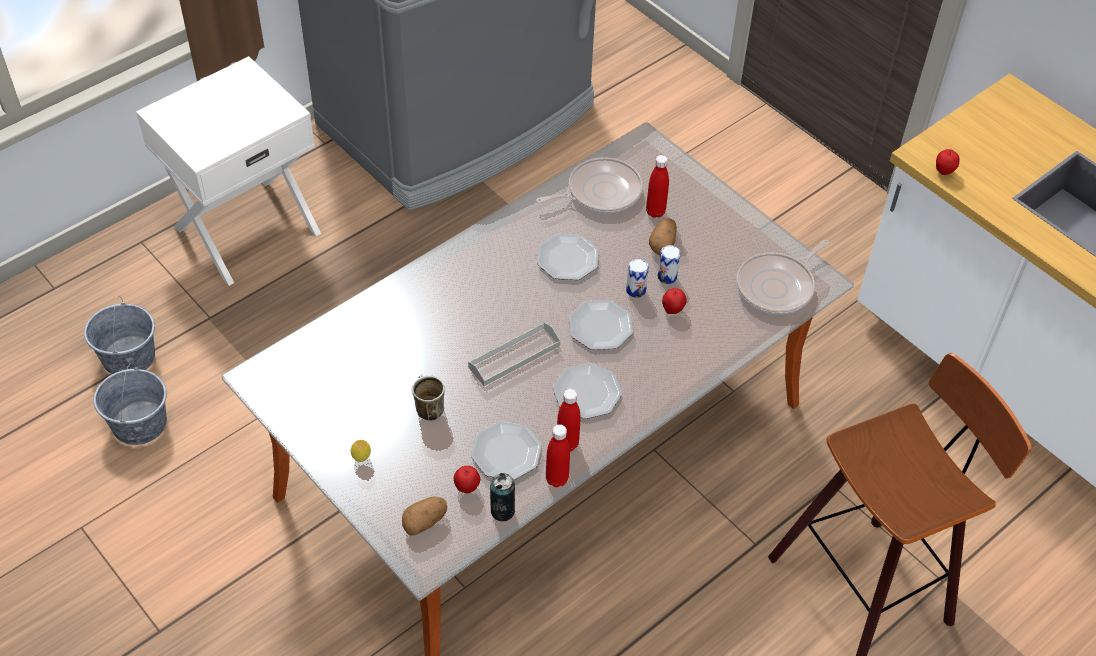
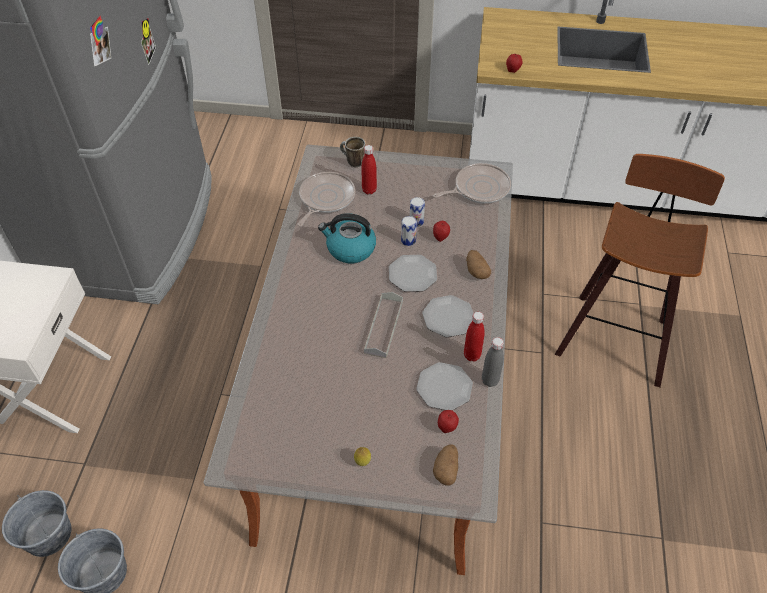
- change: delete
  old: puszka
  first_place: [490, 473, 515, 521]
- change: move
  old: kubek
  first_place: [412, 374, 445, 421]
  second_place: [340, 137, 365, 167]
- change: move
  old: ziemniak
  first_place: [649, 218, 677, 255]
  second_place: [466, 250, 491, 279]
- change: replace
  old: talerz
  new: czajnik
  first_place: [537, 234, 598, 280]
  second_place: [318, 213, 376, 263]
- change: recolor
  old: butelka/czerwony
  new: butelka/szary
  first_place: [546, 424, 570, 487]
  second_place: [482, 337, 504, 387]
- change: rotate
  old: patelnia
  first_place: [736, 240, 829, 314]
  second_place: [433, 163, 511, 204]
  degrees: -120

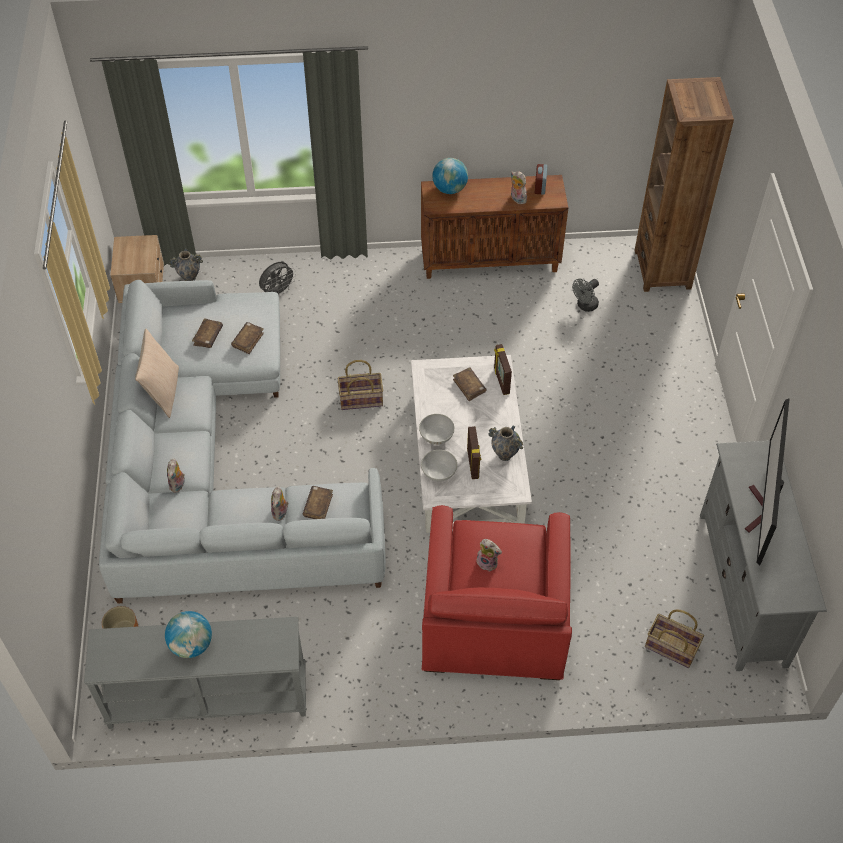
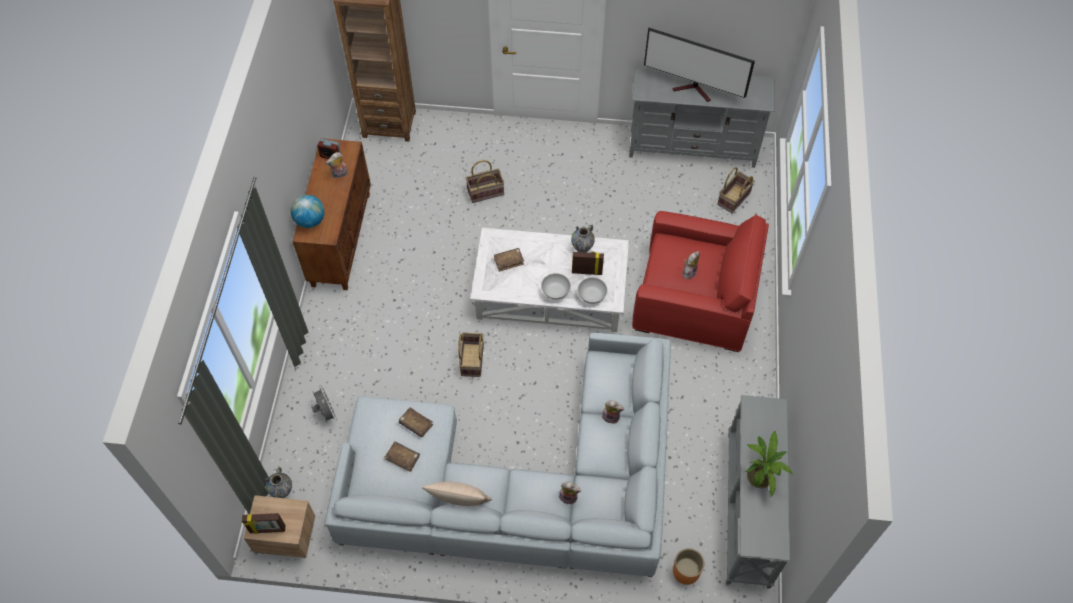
- change: delete
  old: książka/brązowy
  first_place: [302, 486, 333, 519]
- change: delete
  old: wentylator/szary
  first_place: [572, 279, 599, 312]
- change: insert
  new: koszyk
  second_place: [466, 160, 504, 203]
- change: move
  old: ramka na zdjęcie
  first_place: [494, 344, 512, 395]
  second_place: [242, 513, 286, 534]
- change: replace
  old: globus
  new: roślina doniczkowa
  first_place: [165, 611, 212, 658]
  second_place: [745, 431, 793, 497]

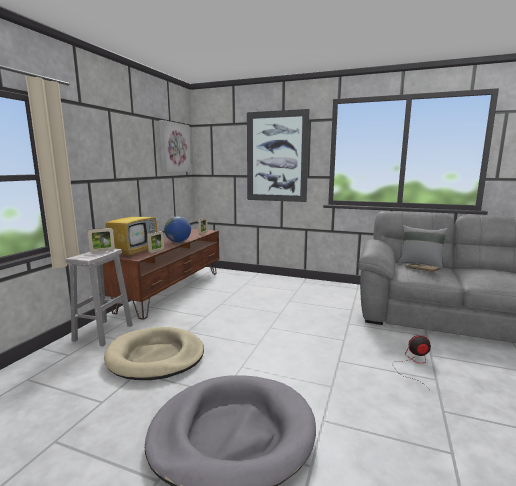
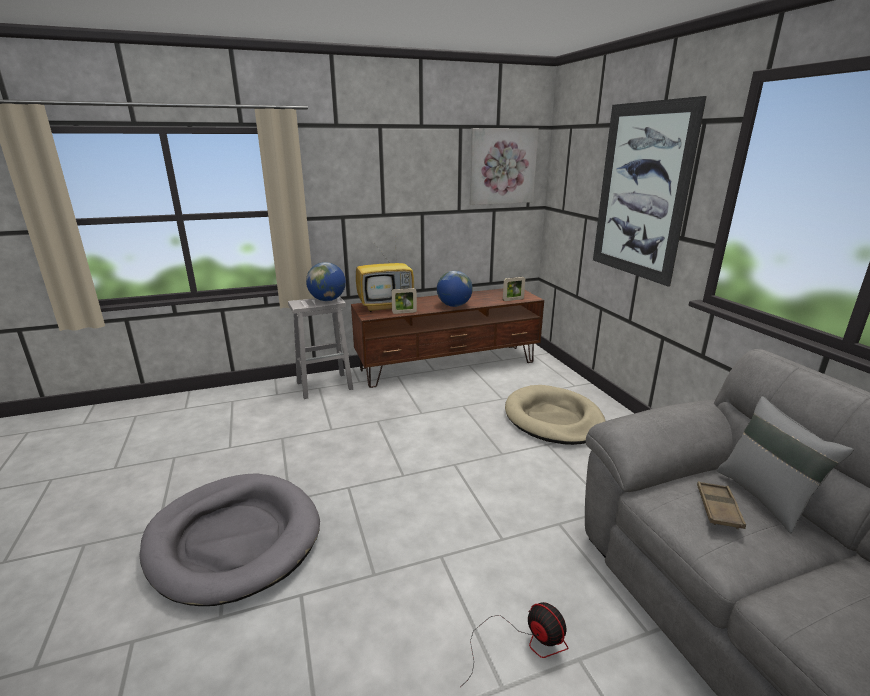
- change: move
  old: legowisko/beżowy
  first_place: [104, 327, 204, 380]
  second_place: [505, 385, 606, 445]
- change: replace
  old: ramka na zdjęcie
  new: globus
  first_place: [88, 228, 115, 252]
  second_place: [306, 262, 346, 301]

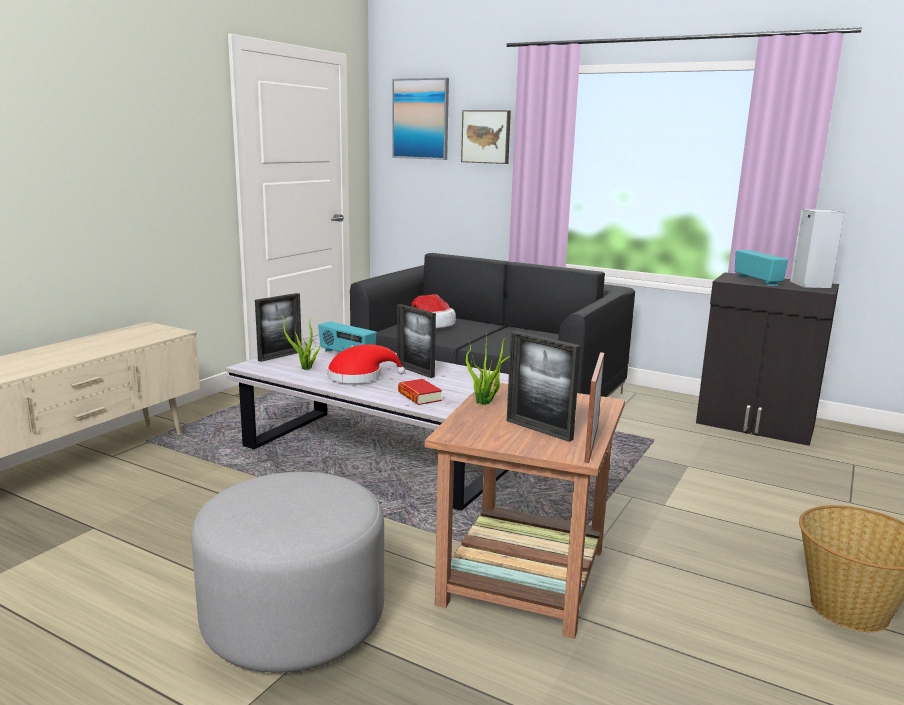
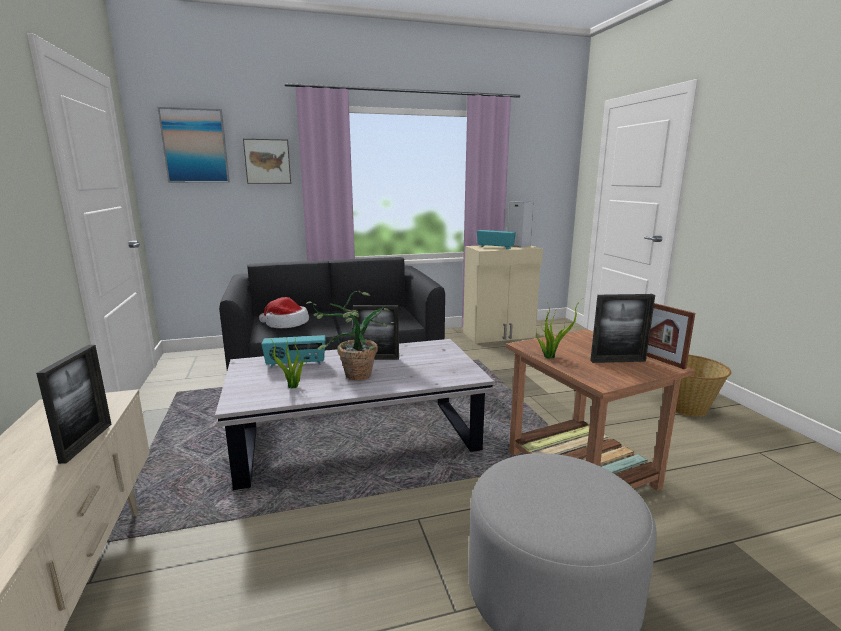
- change: delete
  old: książka
  first_place: [398, 379, 442, 405]
- change: move
  old: ramka na zdjęcie
  first_place: [255, 293, 302, 362]
  second_place: [36, 345, 112, 464]
- change: replace
  old: kapelusz/czerwony
  new: roślina doniczkowa
  first_place: [327, 344, 405, 383]
  second_place: [306, 291, 394, 381]
- change: recolor
  old: szafka/czarny
  new: szafka/beżowy
  first_place: [696, 272, 839, 446]
  second_place: [463, 245, 543, 343]

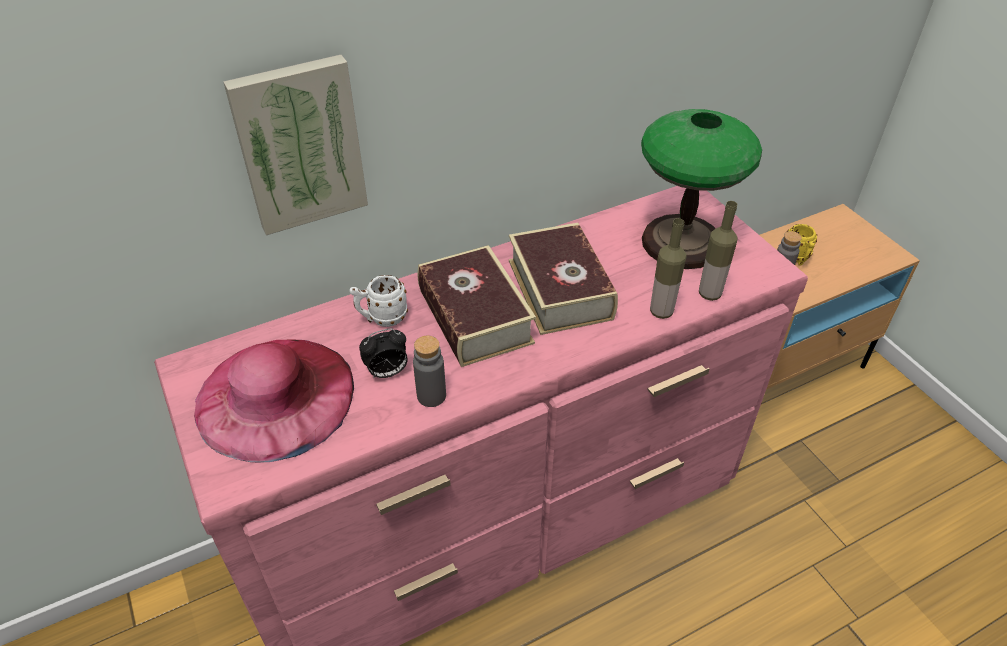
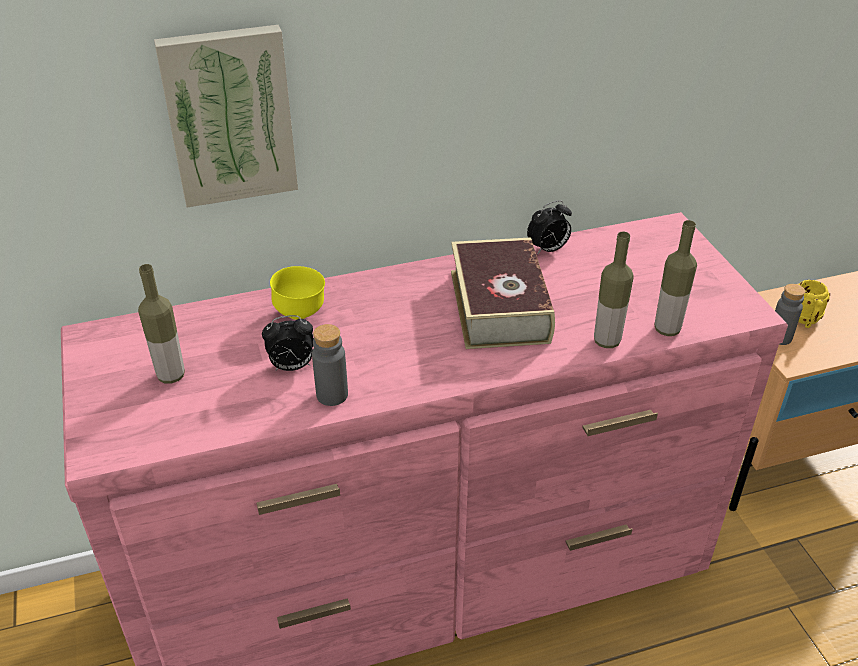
- change: delete
  old: książka
  first_place: [417, 245, 536, 367]
- change: delete
  old: lampa stołowa
  first_place: [641, 109, 762, 269]
- change: insert
  new: budzik
  second_place: [527, 200, 572, 255]
- change: replace
  old: kapelusz/różowy
  new: butelka
  first_place: [194, 339, 354, 463]
  second_place: [138, 264, 185, 383]
- change: replace
  old: kubek/biały
  new: miska/żółty
  first_place: [349, 275, 408, 327]
  second_place: [270, 266, 325, 320]

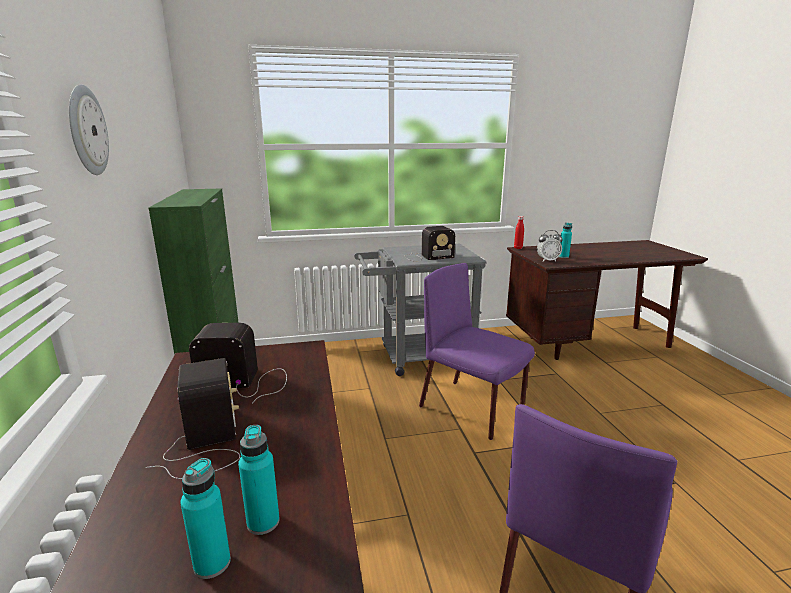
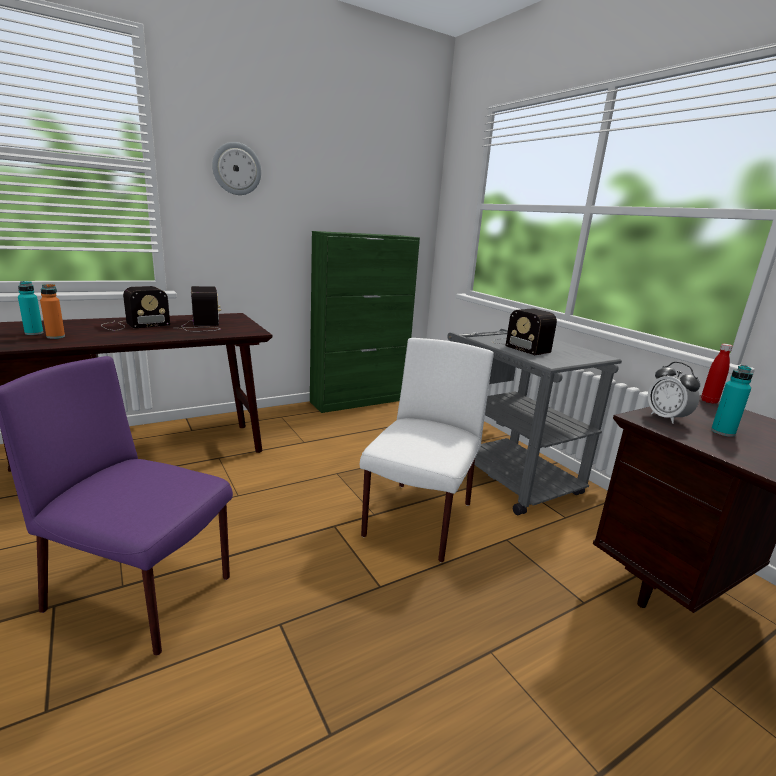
- change: recolor
  old: butelka/turkusowy
  new: butelka/pomarańczowy
  first_place: [238, 425, 280, 535]
  second_place: [40, 284, 65, 339]
- change: recolor
  old: krzesło/fioletowy
  new: krzesło/biały
  first_place: [419, 263, 535, 440]
  second_place: [360, 338, 494, 563]

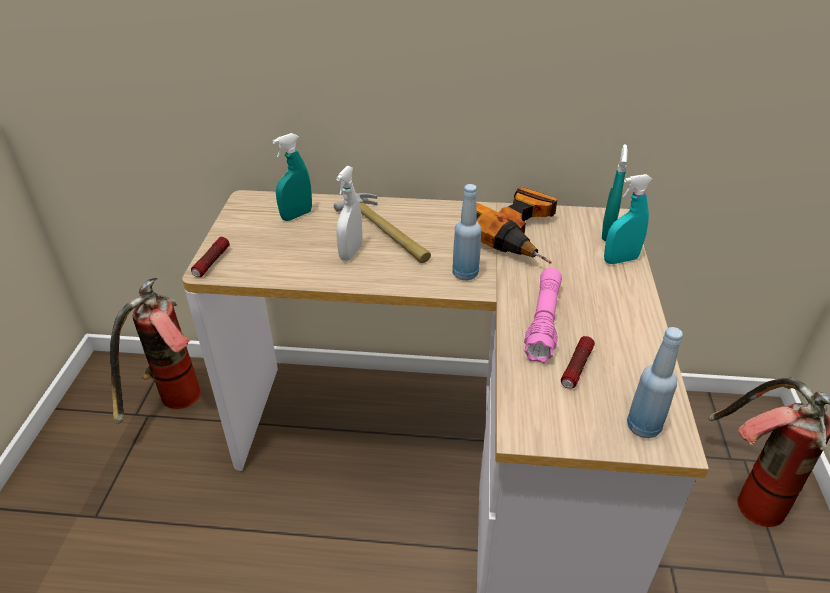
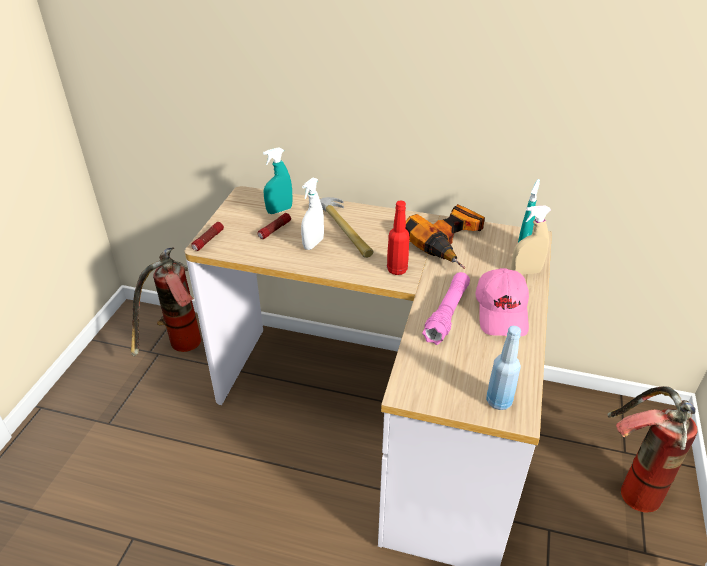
- change: insert
  new: czapka z daszkiem/różowy
  second_place: [475, 268, 529, 336]
- change: move
  old: latarka
  first_place: [561, 336, 595, 389]
  second_place: [258, 213, 291, 239]
- change: recolor
  old: butelka/niebieski
  new: butelka/czerwony
  first_place: [452, 184, 482, 281]
  second_place: [387, 201, 410, 275]
- change: recolor
  old: spryskiwacz/turkusowy
  new: spryskiwacz/beżowy
  first_place: [604, 174, 653, 264]
  second_place: [511, 205, 551, 274]

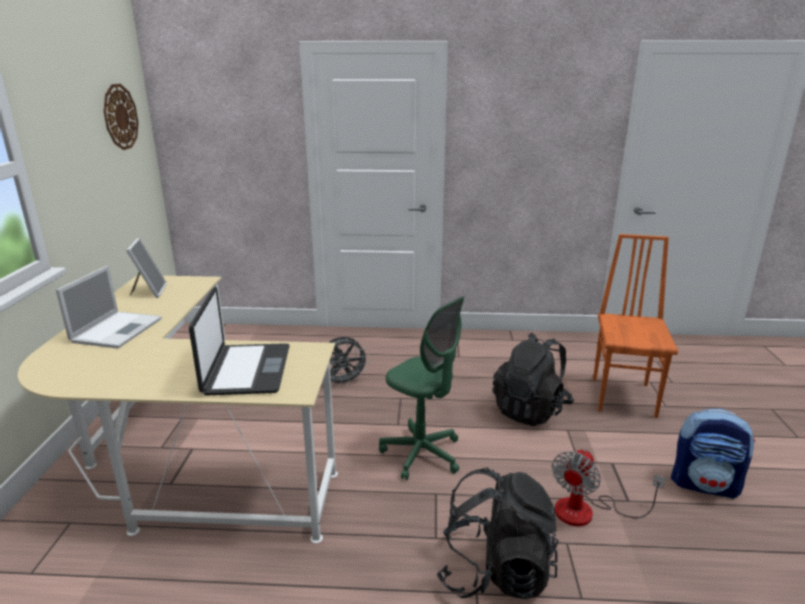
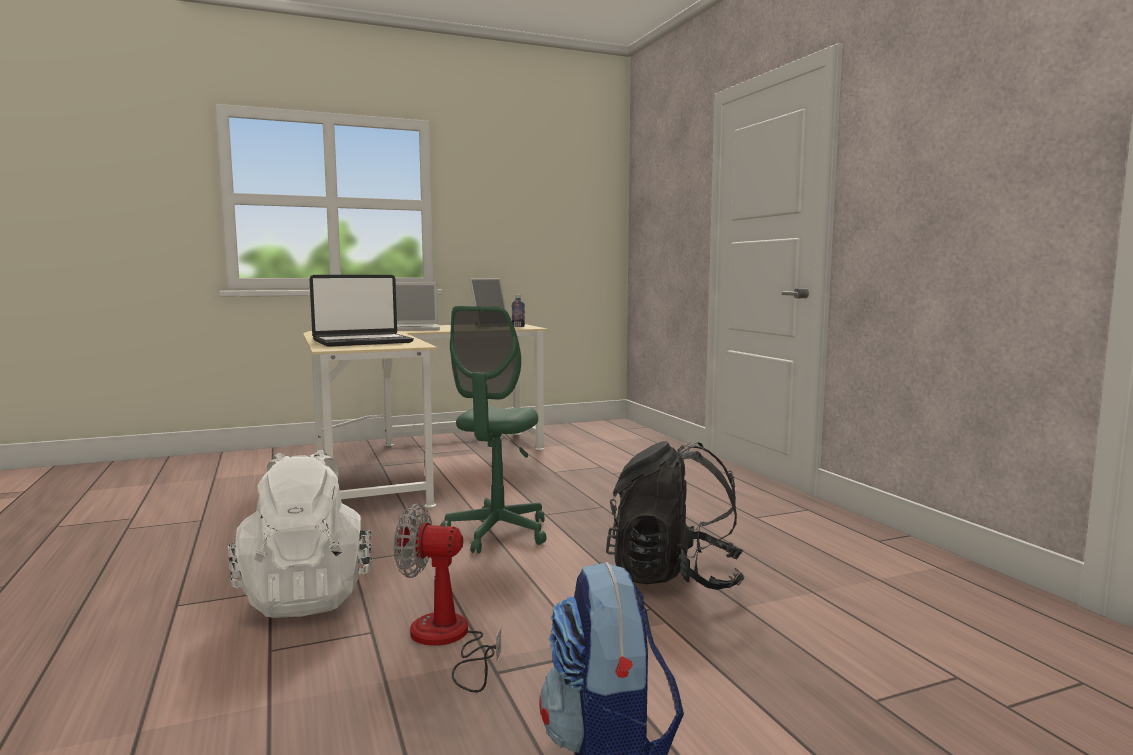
- change: delete
  old: zegar ścienny
  first_place: [104, 84, 139, 150]
- change: delete
  old: wentylator/szary
  first_place: [328, 337, 369, 387]
- change: delete
  old: krzesło/pomarańczowy
  first_place: [593, 234, 678, 418]
- change: insert
  new: butelka
  second_place: [511, 295, 525, 327]
- change: recolor
  old: plecak/czarny
  new: plecak/biały
  first_place: [437, 468, 559, 599]
  second_place: [228, 450, 372, 618]

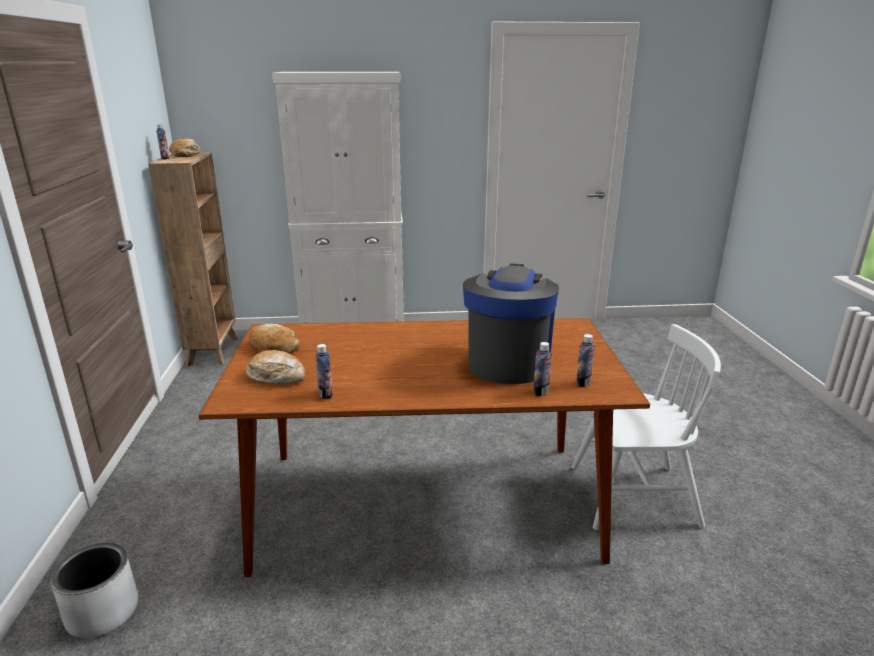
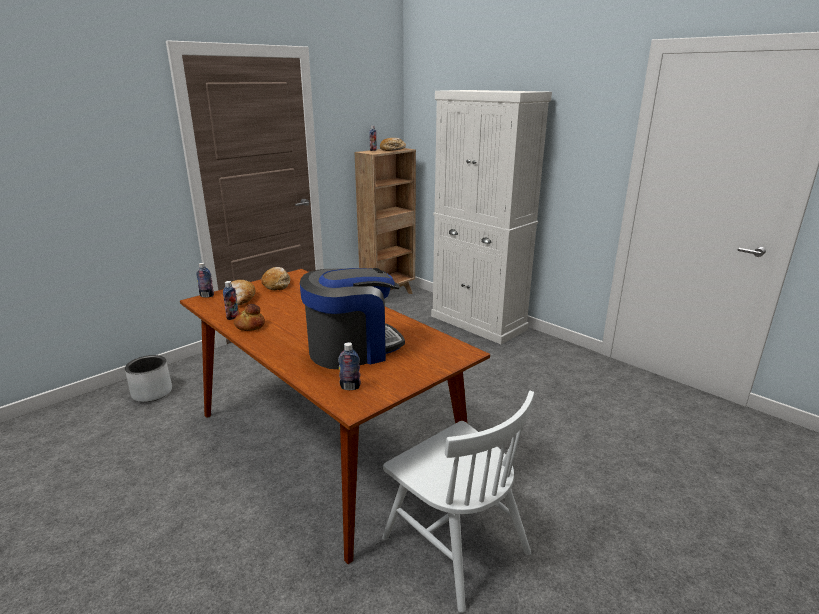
- change: insert
  new: chleb
  second_place: [234, 304, 265, 331]
- change: move
  old: butelka
  first_place: [533, 342, 552, 396]
  second_place: [196, 263, 214, 297]

